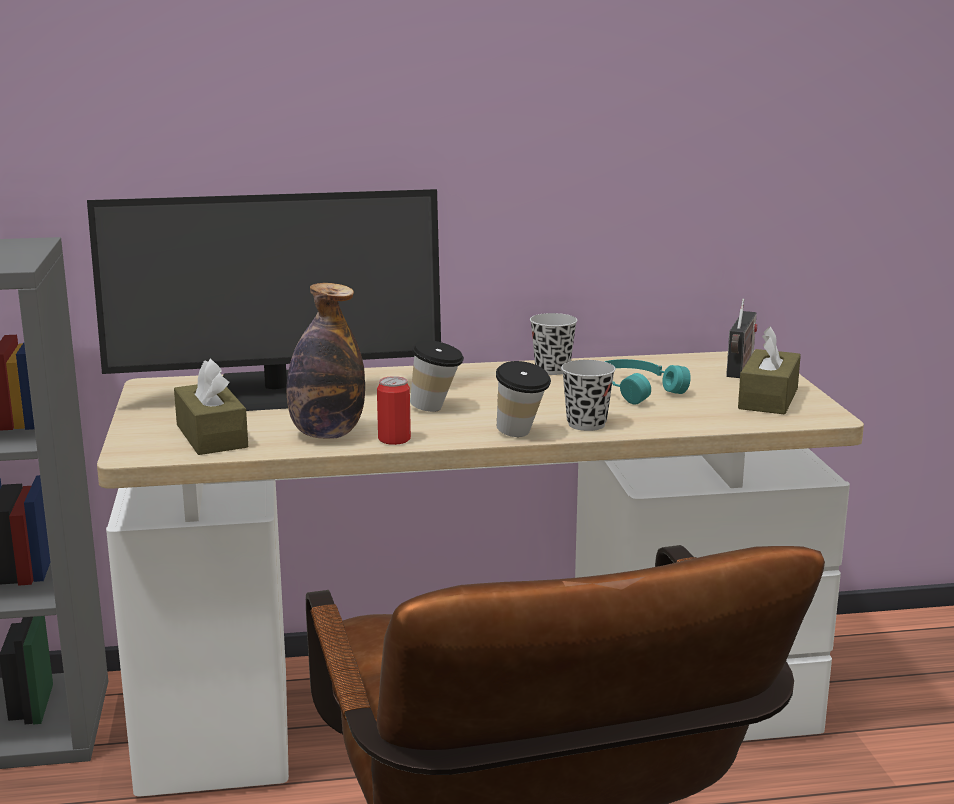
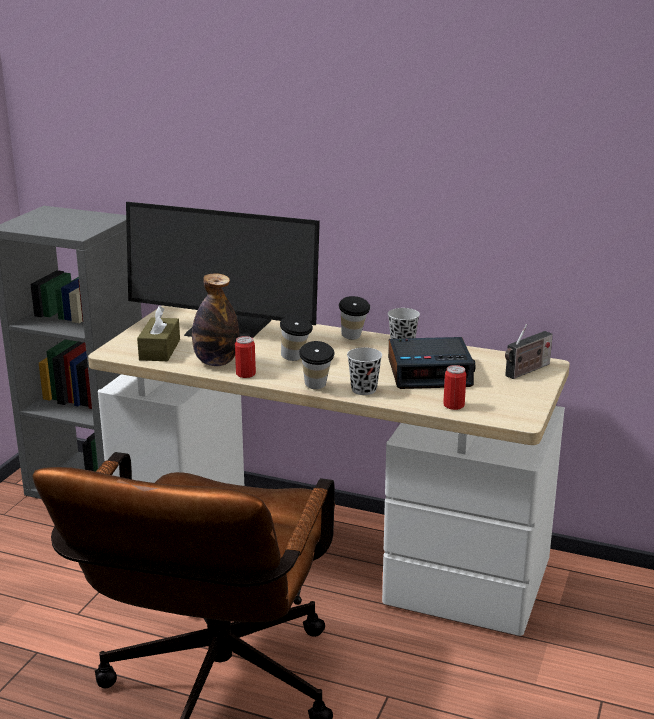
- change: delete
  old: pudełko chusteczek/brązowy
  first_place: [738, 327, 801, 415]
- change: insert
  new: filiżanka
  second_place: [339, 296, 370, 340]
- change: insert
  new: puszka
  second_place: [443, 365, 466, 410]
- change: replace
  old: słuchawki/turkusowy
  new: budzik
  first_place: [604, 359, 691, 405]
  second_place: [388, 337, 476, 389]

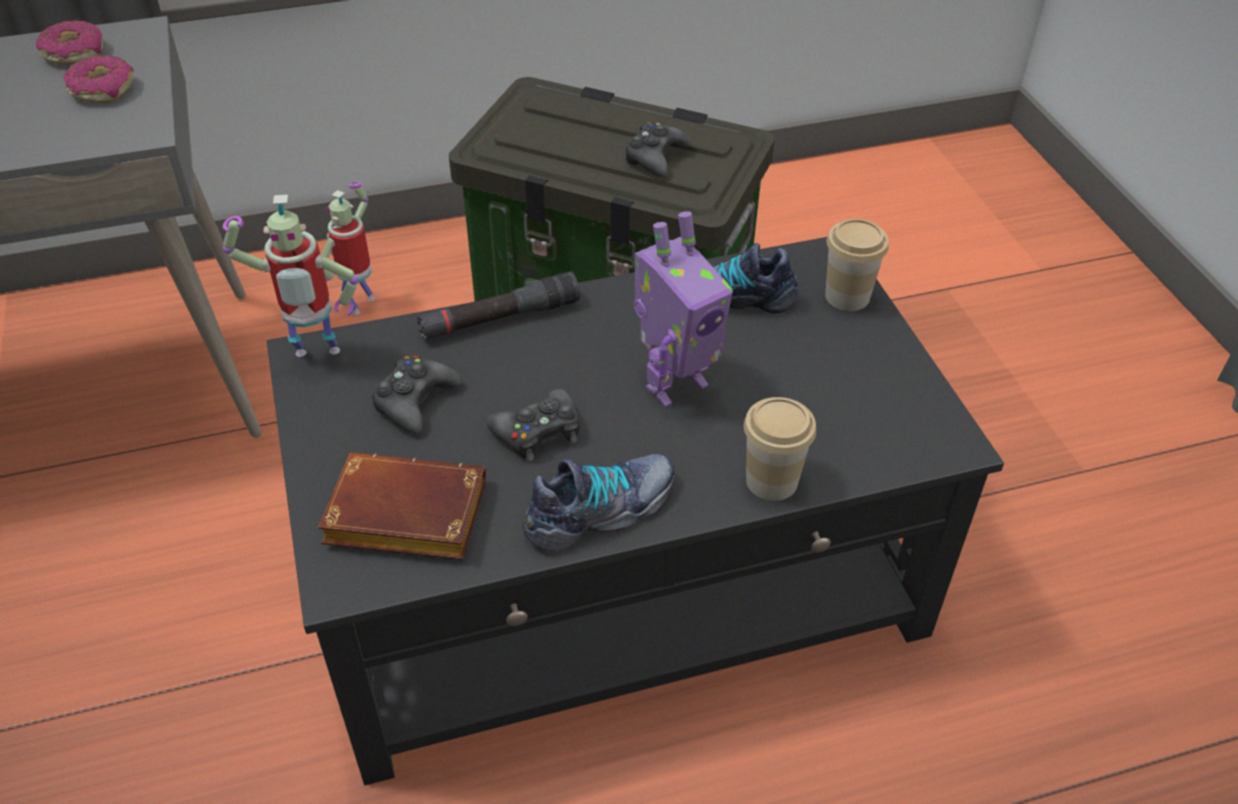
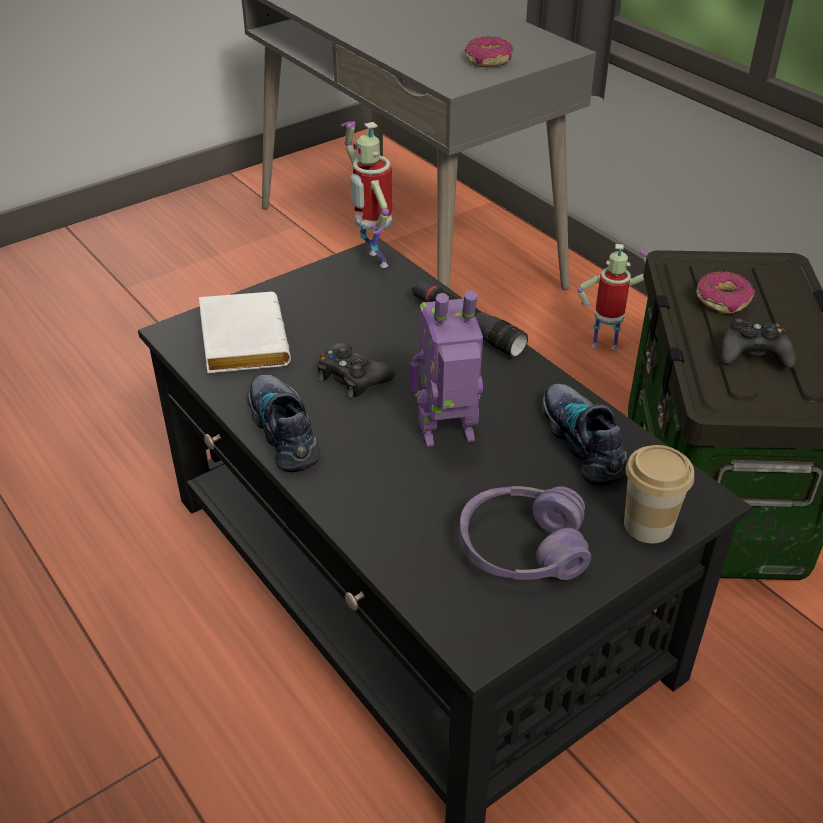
- change: delete
  old: pad do gier/czarny
  first_place: [372, 355, 462, 434]
- change: delete
  old: filiżanka
  first_place: [744, 397, 816, 501]
- change: insert
  new: słuchawki/fioletowy
  second_place: [459, 486, 591, 580]
- change: move
  old: donut
  first_place: [36, 20, 103, 65]
  second_place: [696, 271, 755, 314]
- change: recolor
  old: książka/brązowy
  new: książka/biały
  first_place: [318, 452, 486, 560]
  second_place: [199, 292, 291, 373]
- change: rotate
  old: but
  first_place: [522, 454, 675, 552]
  second_place: [247, 374, 321, 473]
  degrees: -150
- change: rotate
  old: robot zabawkowy
  first_place: [634, 211, 733, 407]
  second_place: [411, 290, 483, 447]
  degrees: 135

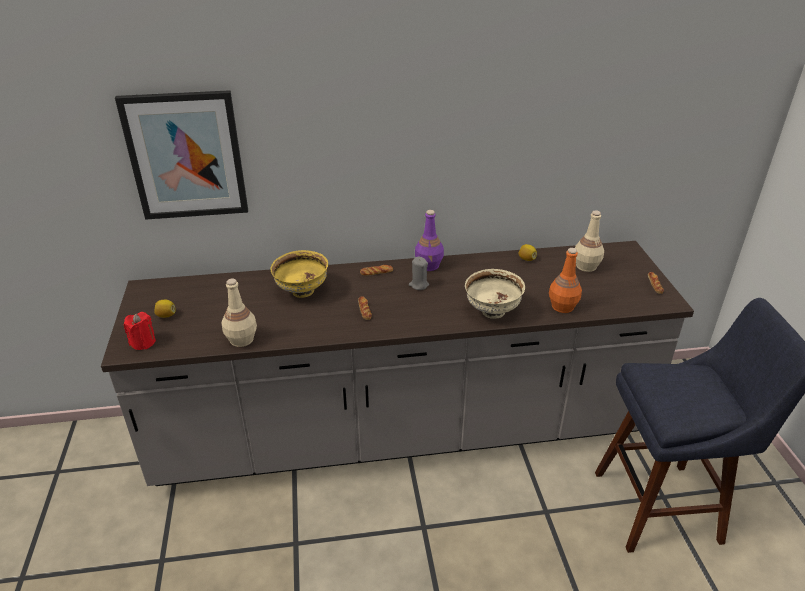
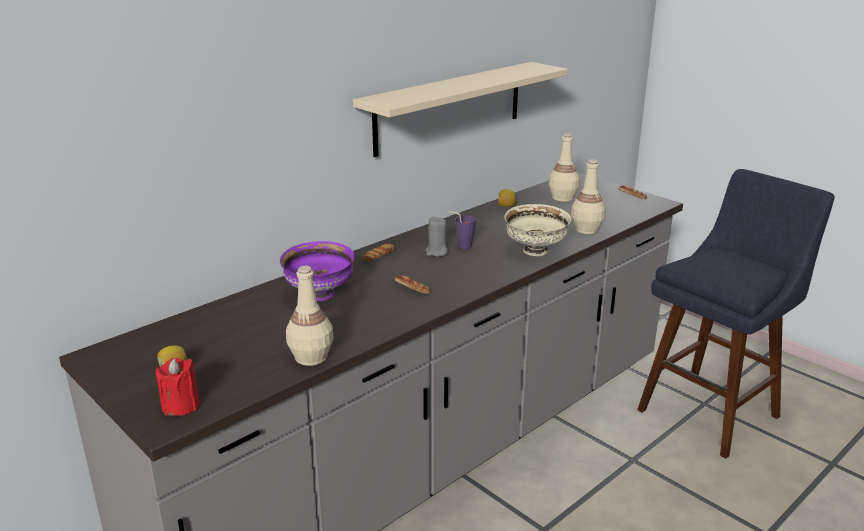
- change: delete
  old: obraz
  first_place: [115, 90, 248, 220]
- change: delete
  old: butelka/fioletowy
  first_place: [415, 210, 444, 271]
- change: insert
  new: półka/beżowy
  second_place: [353, 62, 568, 157]
- change: insert
  new: filiżanka/fioletowy
  second_place: [448, 211, 476, 249]
- change: recolor
  old: miska/żółty
  new: miska/fioletowy
  first_place: [270, 250, 328, 298]
  second_place: [280, 241, 355, 301]
- change: recolor
  old: butelka/pomarańczowy
  new: butelka/beżowy
  first_place: [549, 248, 582, 313]
  second_place: [571, 159, 606, 234]

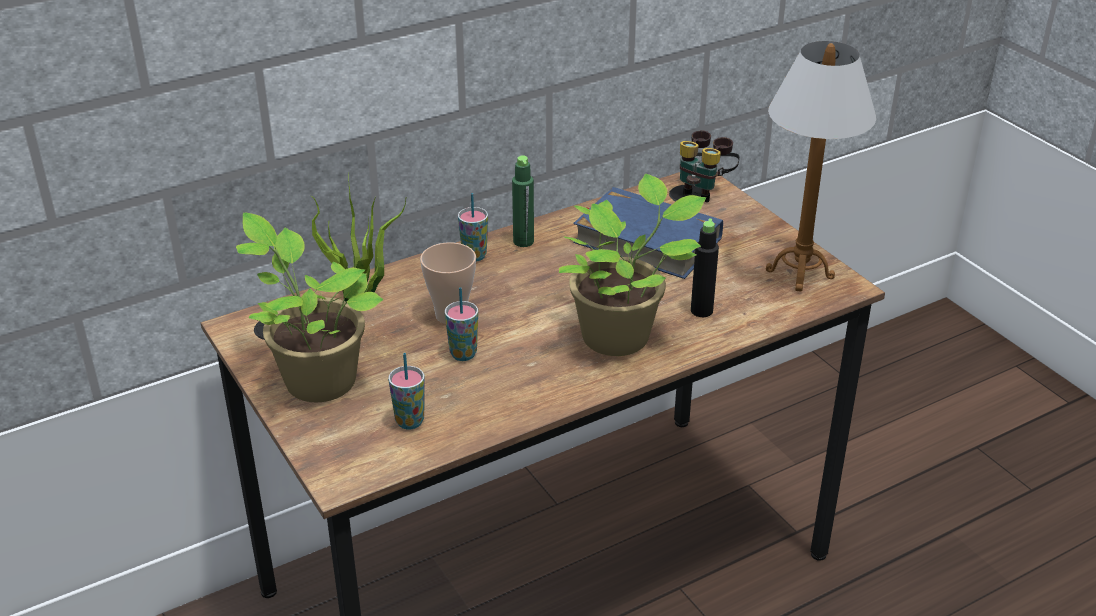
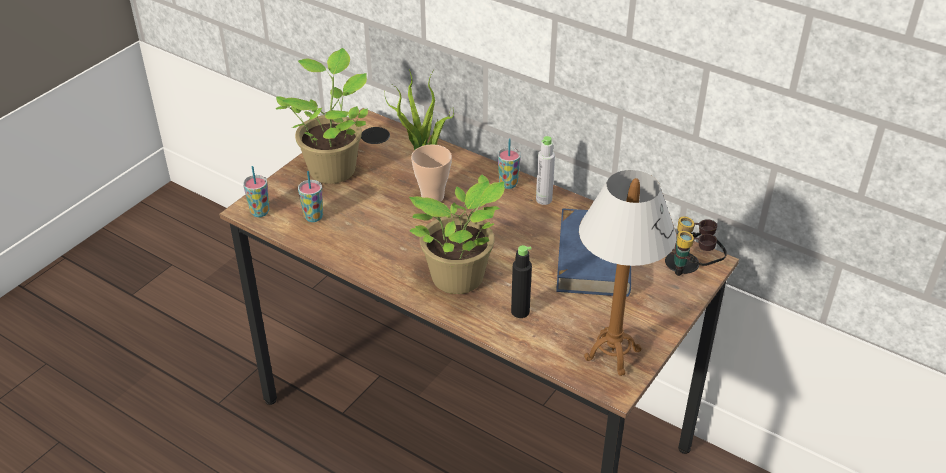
- change: move
  old: filiżanka
  first_place: [445, 288, 478, 361]
  second_place: [243, 166, 269, 217]
- change: recolor
  old: butelka/zielony
  new: butelka/szary
  first_place: [512, 156, 534, 247]
  second_place: [536, 136, 555, 205]

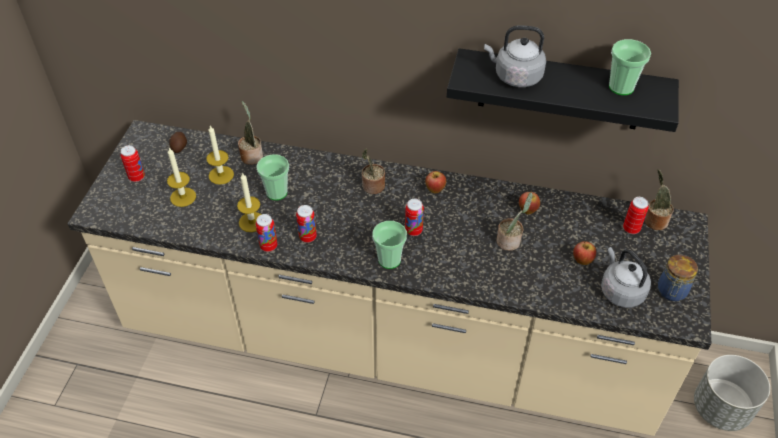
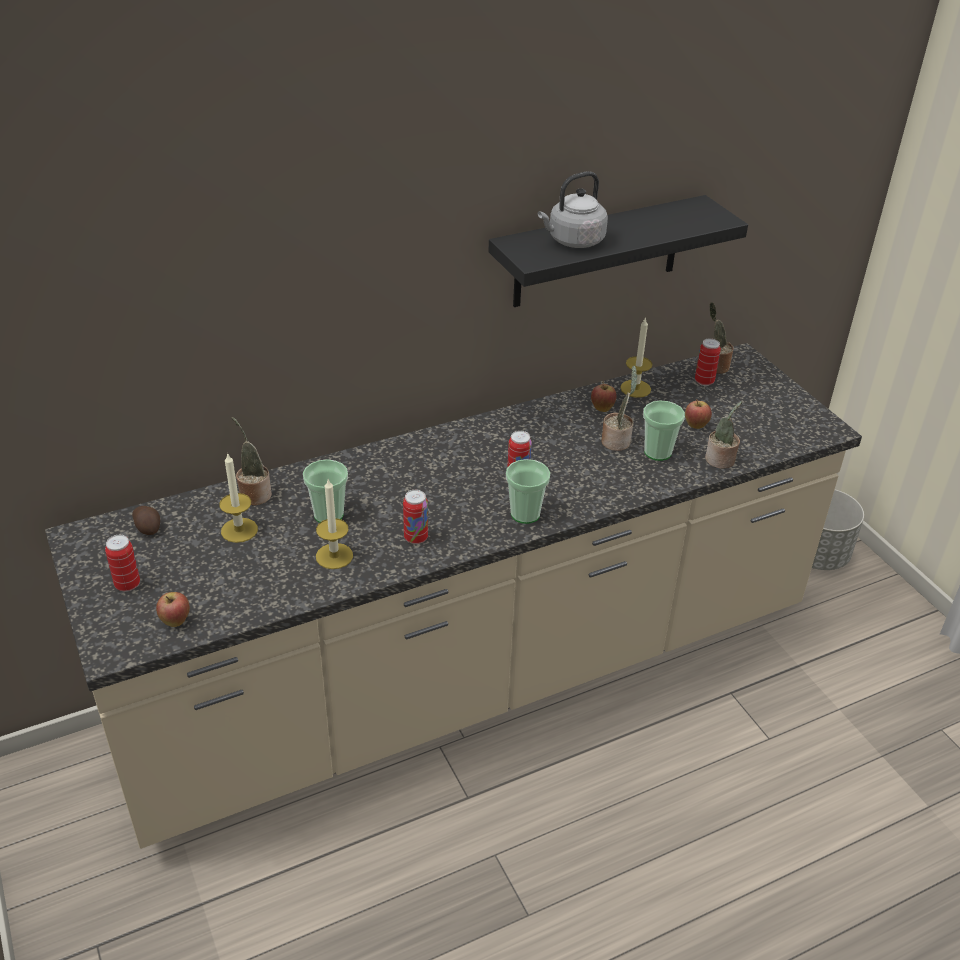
- change: delete
  old: puszka
  first_place: [256, 214, 277, 252]
- change: delete
  old: czajnik/szary
  first_place: [601, 247, 651, 308]
- change: delete
  old: słoik
  first_place: [658, 255, 698, 301]
- change: move
  old: świeca
  first_place: [167, 148, 196, 207]
  second_place: [620, 317, 652, 398]
- change: move
  old: roślina doniczkowa
  first_place: [362, 149, 385, 194]
  second_place: [705, 401, 742, 469]
- change: move
  old: jabłko
  first_place: [425, 171, 446, 193]
  second_place: [156, 592, 190, 627]
- change: move
  old: filiżanka
  first_place: [609, 39, 651, 95]
  second_place: [643, 401, 685, 461]

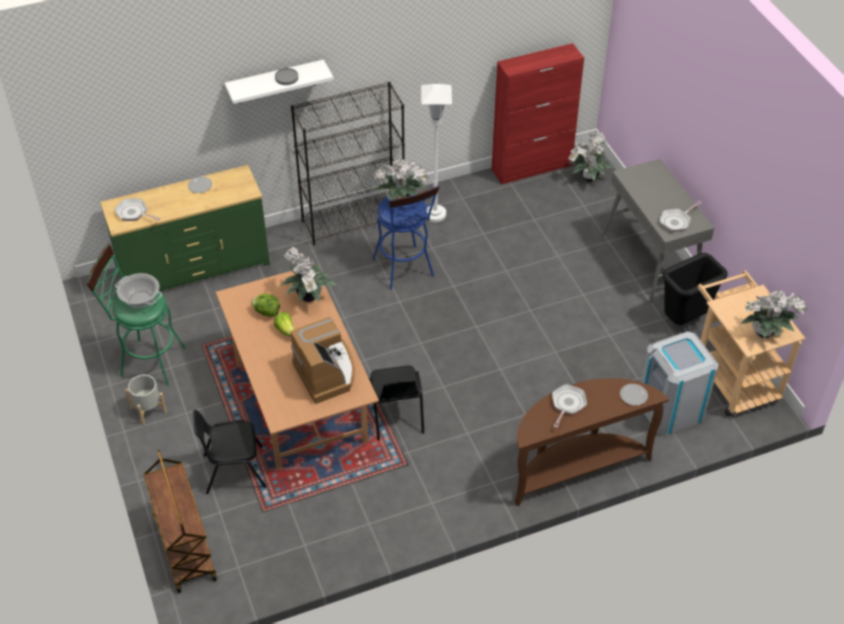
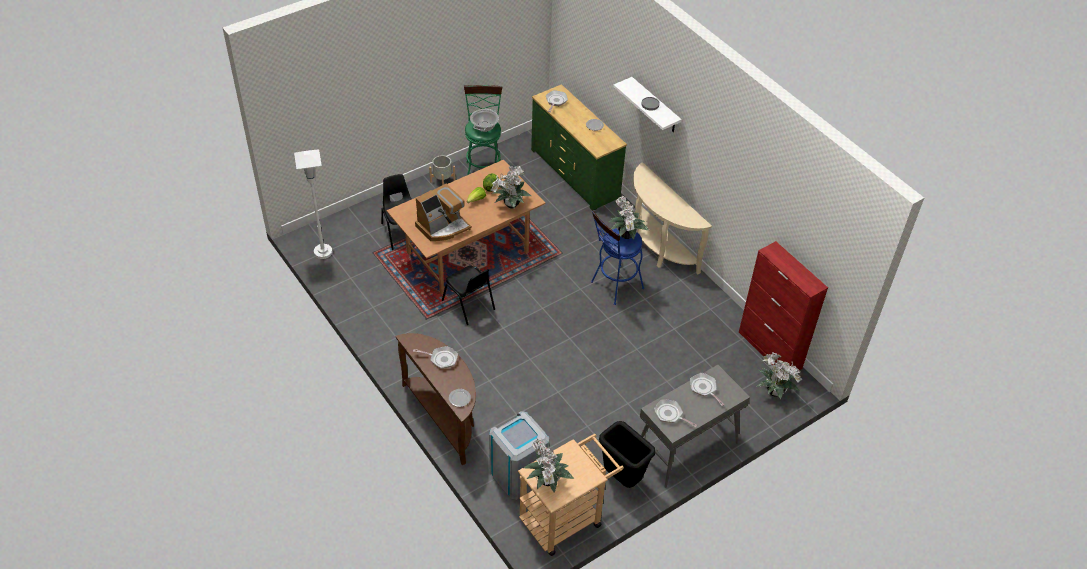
- change: delete
  old: wózek/brązowy
  first_place: [143, 450, 217, 593]
- change: insert
  new: patelnia
  second_place: [690, 373, 725, 406]
- change: move
  old: lampa stojąca/biały
  first_place: [421, 84, 452, 222]
  second_place: [294, 149, 332, 259]
- change: replace
  old: regał/czarny
  new: stolik konsolowy/beżowy
  first_place: [291, 82, 405, 245]
  second_place: [633, 162, 712, 275]
- change: rotate
  old: krzesło/czarny
  first_place: [369, 365, 424, 440]
  second_place: [442, 266, 495, 325]
  degrees: -105

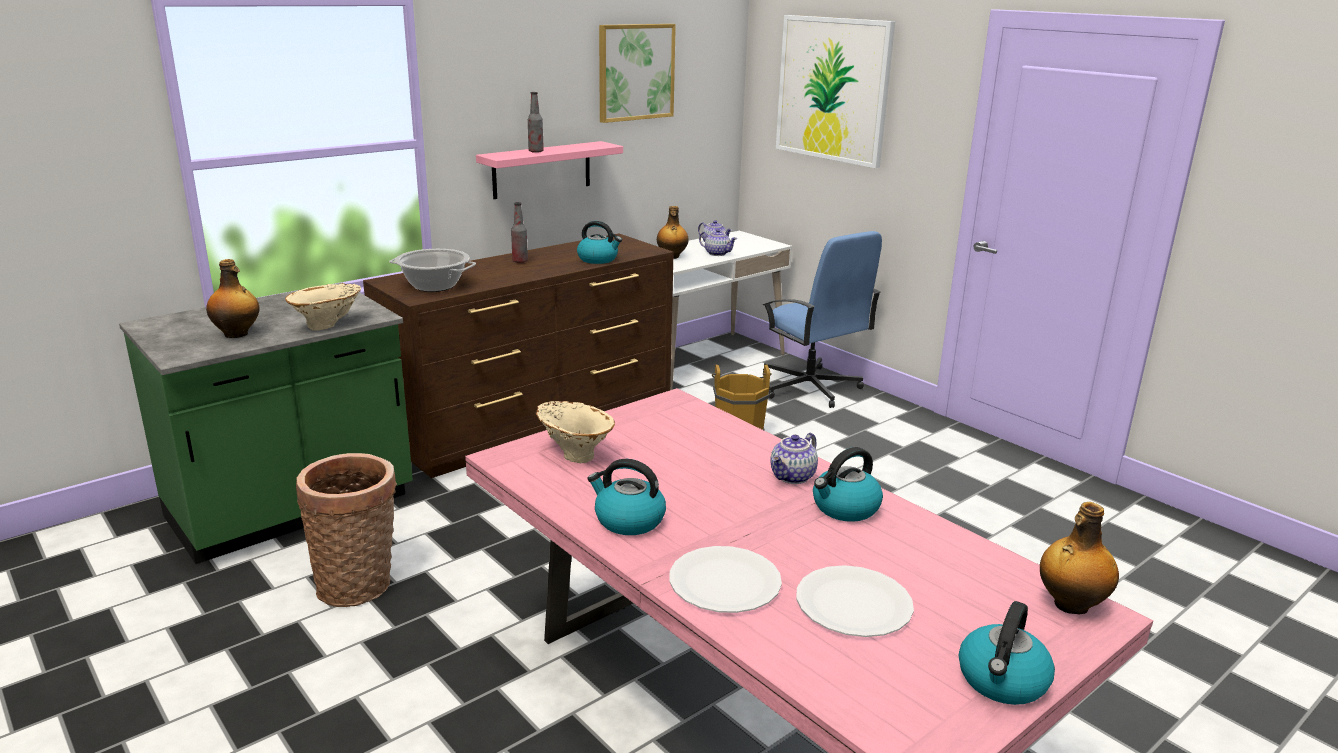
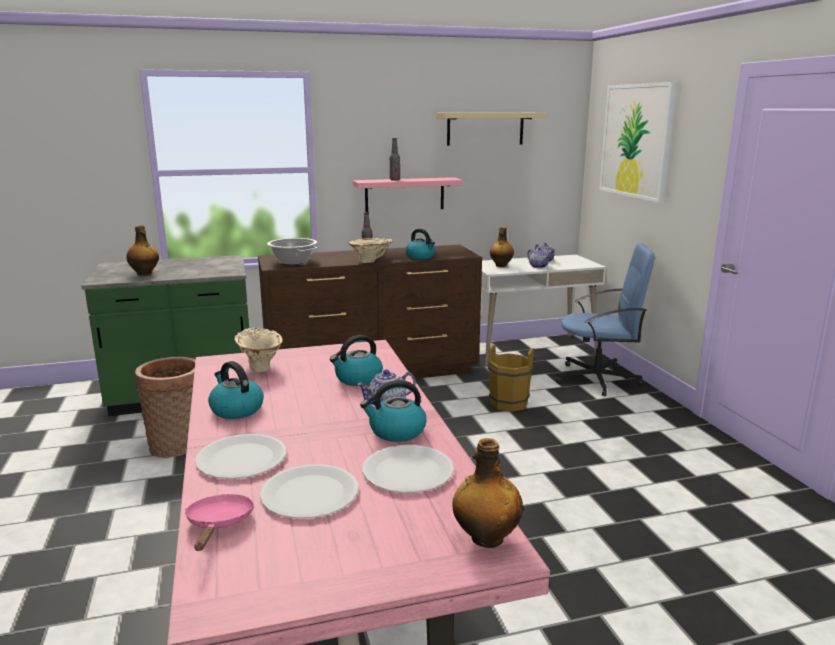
- change: insert
  new: patelnia/różowy
  second_place: [185, 494, 254, 551]
- change: insert
  new: talerz/biały
  second_place: [362, 445, 454, 493]
- change: move
  old: wazon/beżowy
  first_place: [285, 283, 361, 331]
  second_place: [349, 238, 393, 263]
- change: move
  old: czajnik
  first_place: [959, 601, 1055, 705]
  second_place: [330, 335, 383, 386]
- change: replace
  old: obraz
  new: półka/beżowy
  first_place: [599, 24, 676, 123]
  second_place: [436, 112, 546, 146]
- change: rotate
  old: krzesło biurowe/niebieski
  first_place: [763, 231, 882, 408]
  second_place: [556, 243, 655, 396]
  degrees: -75

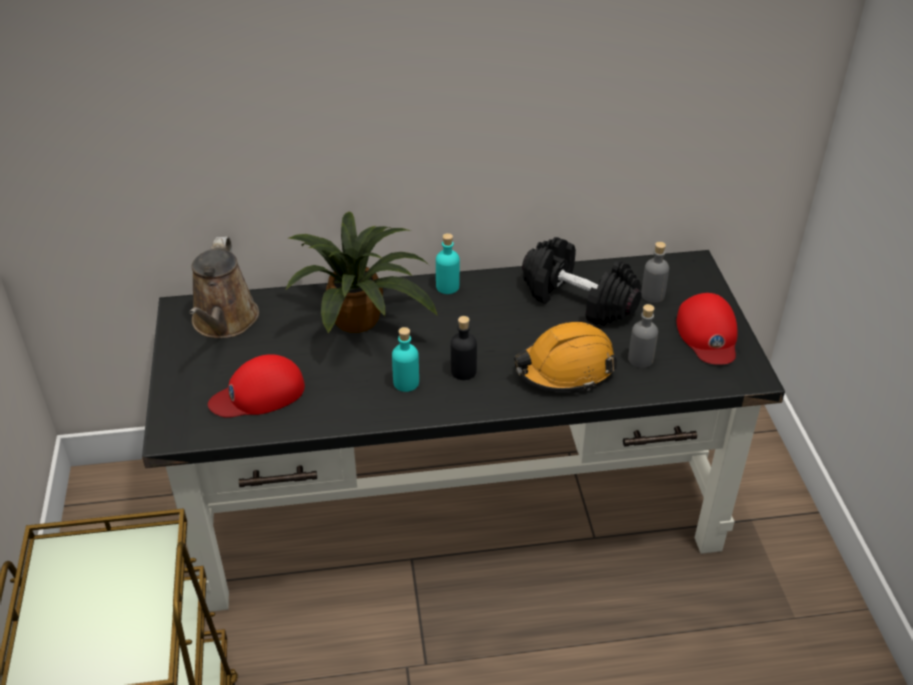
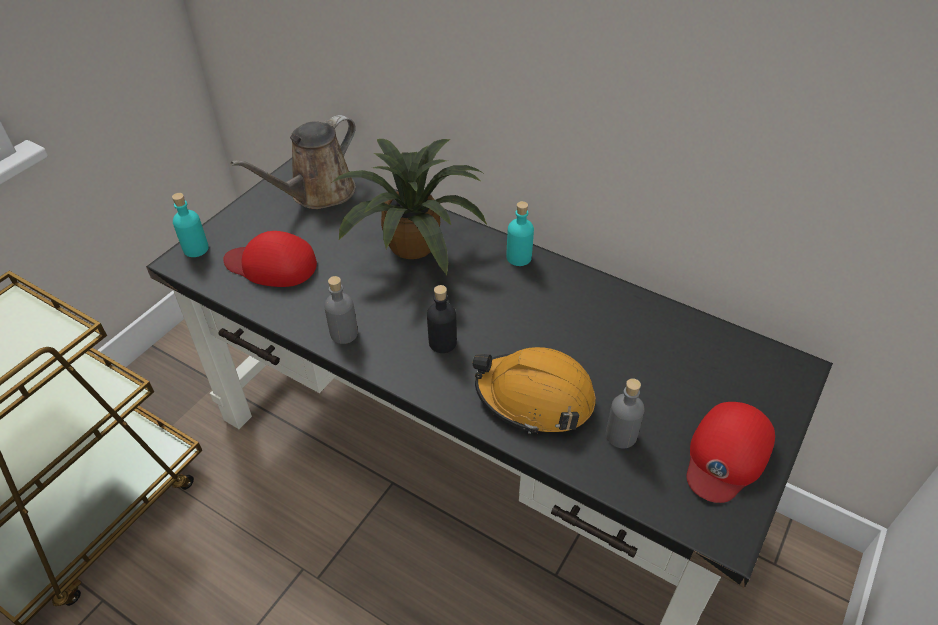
- change: delete
  old: hantel/czarny
  first_place: [522, 237, 642, 326]
- change: move
  old: butelka/turkusowy
  first_place: [392, 327, 419, 392]
  second_place: [172, 193, 209, 257]
- change: move
  old: butelka/szary
  first_place: [641, 242, 669, 303]
  second_place: [324, 276, 358, 344]

